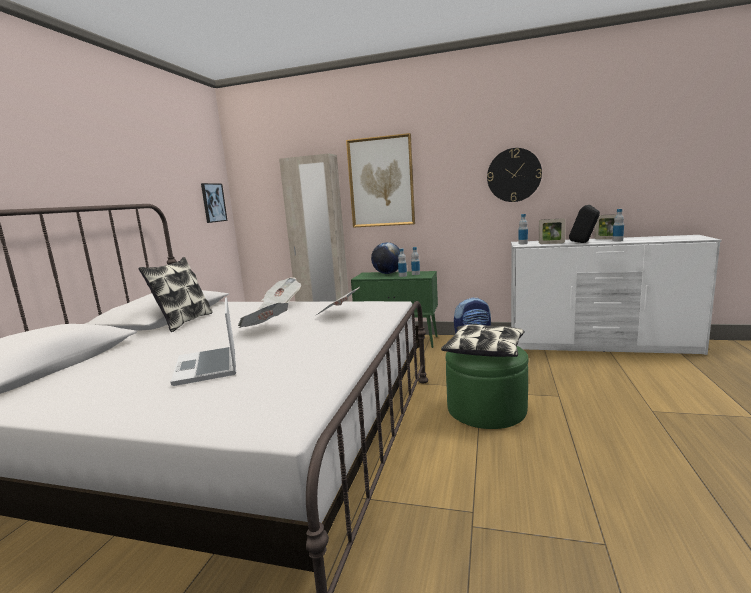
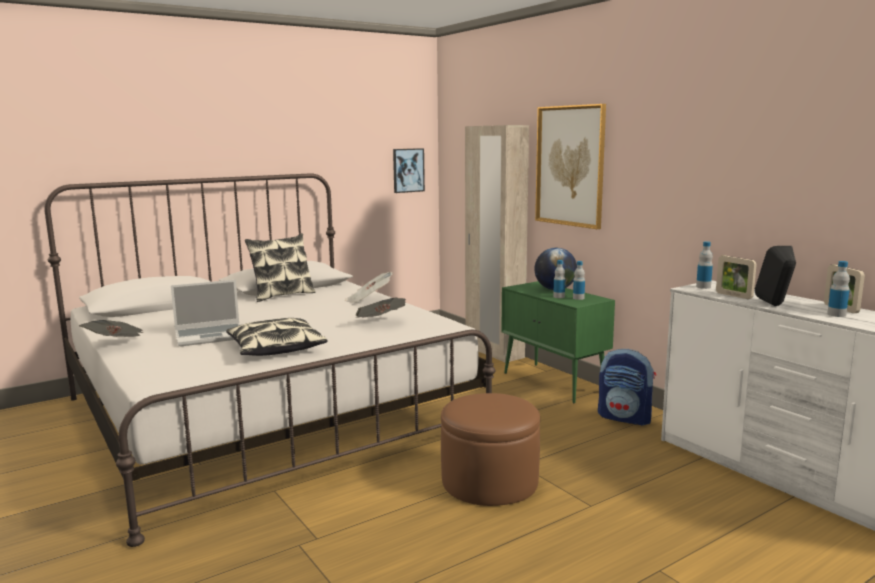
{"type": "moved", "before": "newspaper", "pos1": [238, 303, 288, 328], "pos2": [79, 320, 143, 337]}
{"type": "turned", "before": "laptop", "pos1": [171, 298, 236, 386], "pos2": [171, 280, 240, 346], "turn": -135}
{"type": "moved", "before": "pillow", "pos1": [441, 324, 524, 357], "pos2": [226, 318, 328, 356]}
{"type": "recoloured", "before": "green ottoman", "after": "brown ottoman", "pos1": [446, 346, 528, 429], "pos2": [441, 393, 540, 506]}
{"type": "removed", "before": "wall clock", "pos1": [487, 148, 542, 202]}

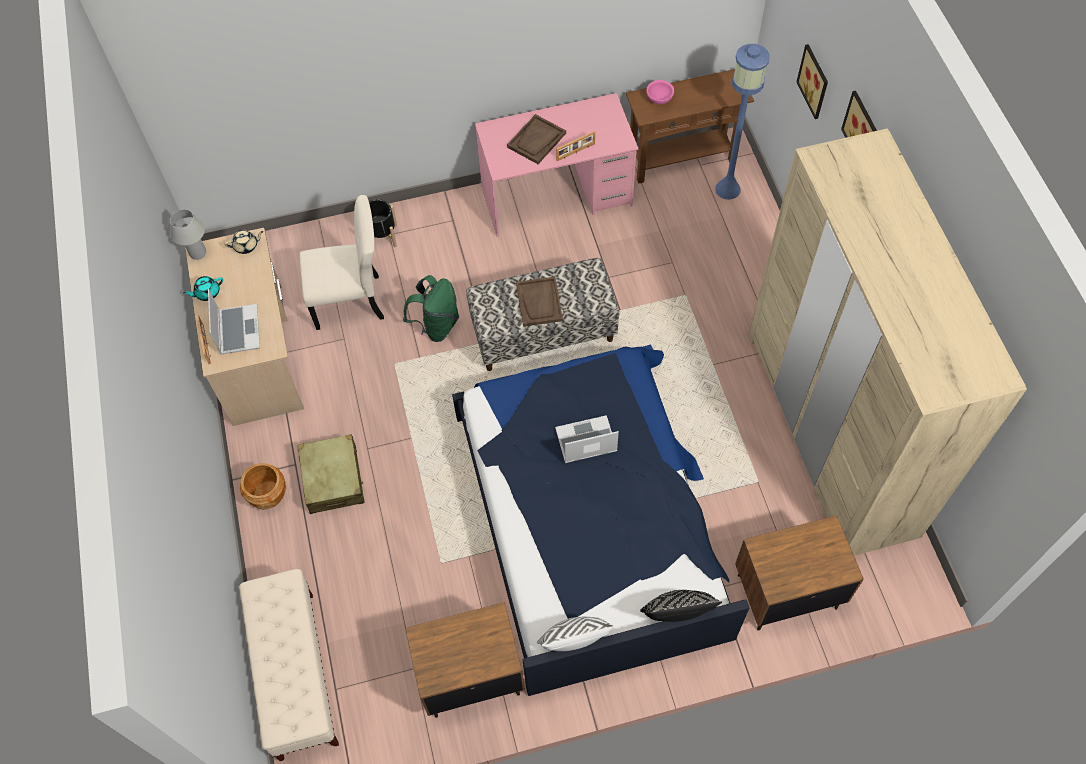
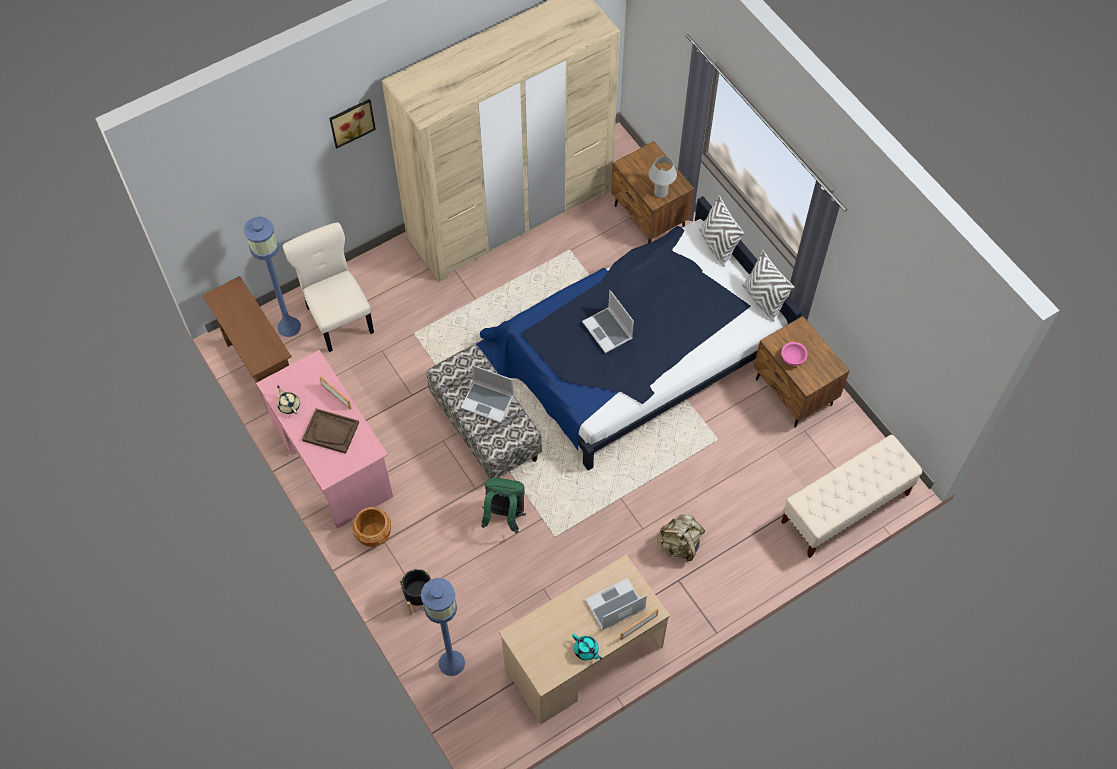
{"type": "moved", "before": "beige teapot", "pos1": [225, 230, 264, 254], "pos2": [277, 385, 300, 414]}
{"type": "moved", "before": "beige chair", "pos1": [300, 195, 384, 330], "pos2": [283, 222, 374, 352]}
{"type": "moved", "before": "brown planter", "pos1": [240, 463, 286, 510], "pos2": [352, 507, 391, 547]}
{"type": "added", "after": "blue floor lamp", "pos2": [421, 578, 465, 676]}
{"type": "replaced", "before": "brown tray", "after": "laptop", "pos1": [516, 277, 563, 327], "pos2": [460, 365, 514, 423]}
{"type": "moved", "before": "white table lamp", "pos1": [170, 209, 206, 260], "pos2": [649, 156, 677, 198]}
{"type": "replaced", "before": "beige suitcase", "after": "beige backpack", "pos1": [297, 434, 365, 514], "pos2": [657, 515, 705, 561]}
{"type": "recoloured", "before": "black pillow", "after": "white pillow", "pos1": [640, 590, 722, 622], "pos2": [699, 195, 744, 267]}
{"type": "moved", "before": "pink bowl", "pos1": [646, 80, 674, 104], "pos2": [781, 342, 807, 366]}
{"type": "removed", "before": "picture", "pos1": [797, 44, 828, 119]}

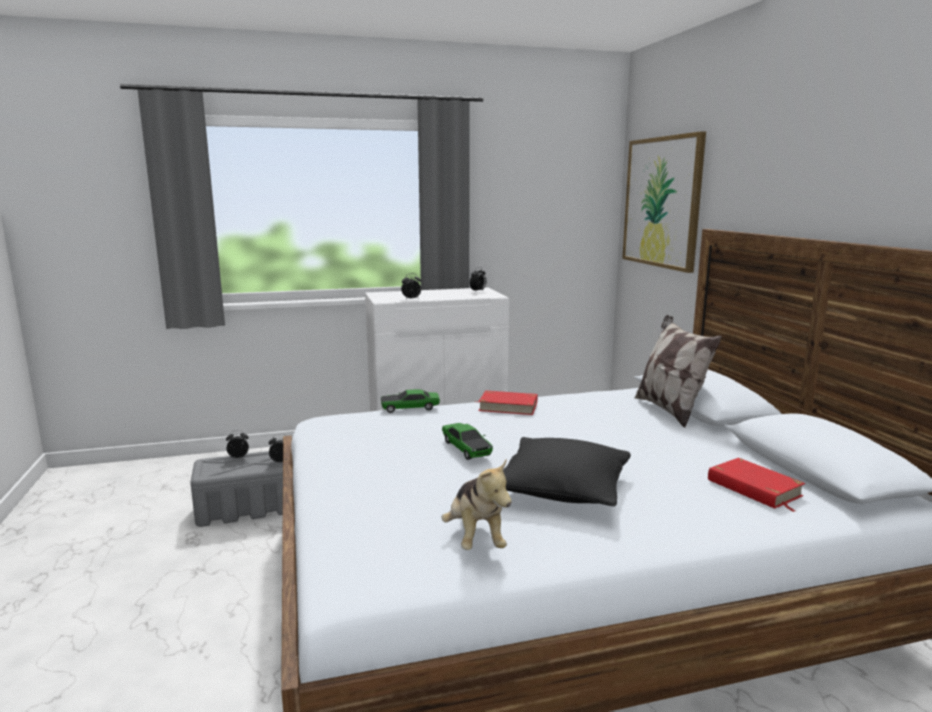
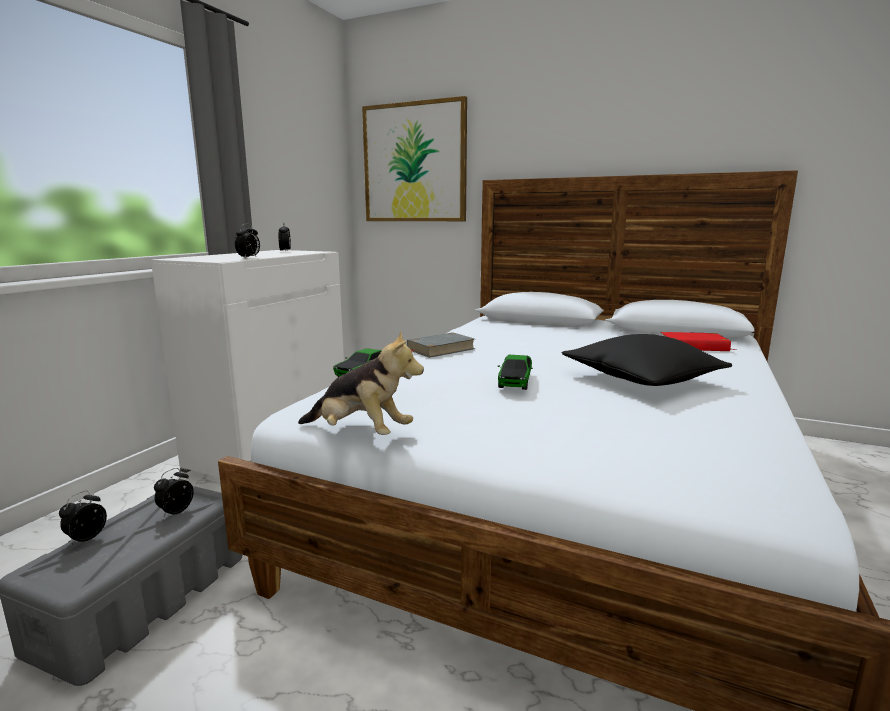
{"type": "moved", "before": "plush toy", "pos1": [441, 459, 512, 550], "pos2": [298, 330, 424, 435]}
{"type": "recoloured", "before": "red book", "after": "grey book", "pos1": [475, 391, 537, 415], "pos2": [407, 332, 475, 358]}
{"type": "turned", "before": "toy car", "pos1": [442, 423, 493, 460], "pos2": [497, 355, 533, 390], "turn": 90}
{"type": "removed", "before": "pillow", "pos1": [635, 315, 722, 428]}

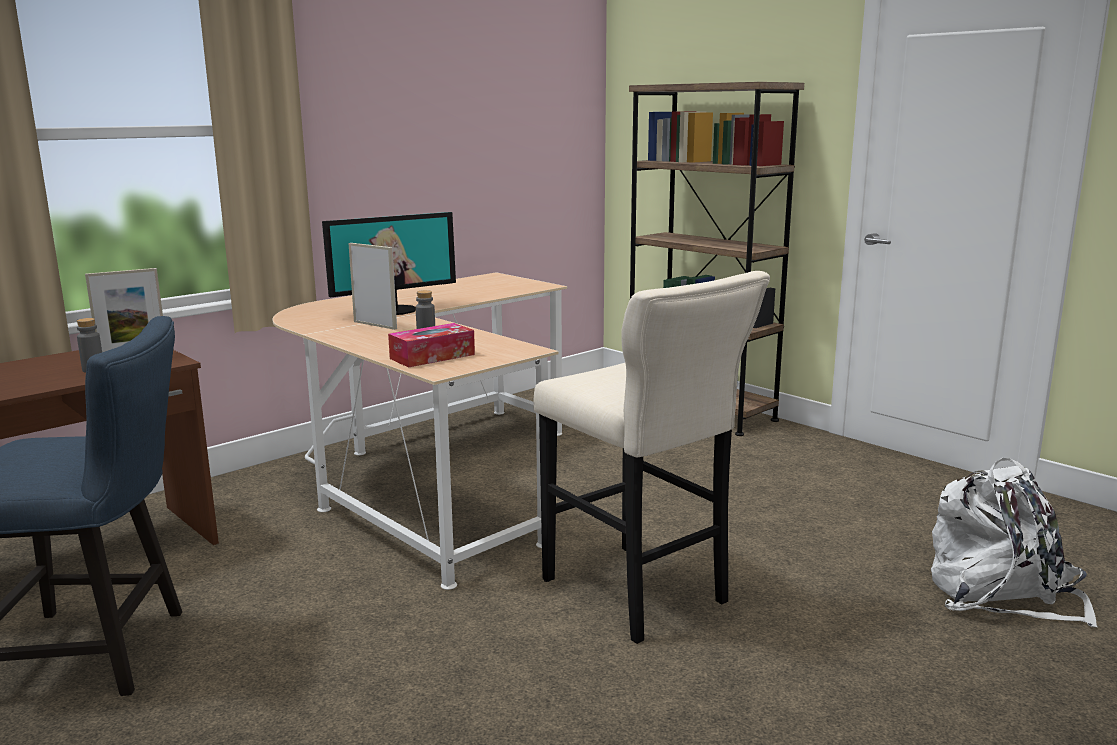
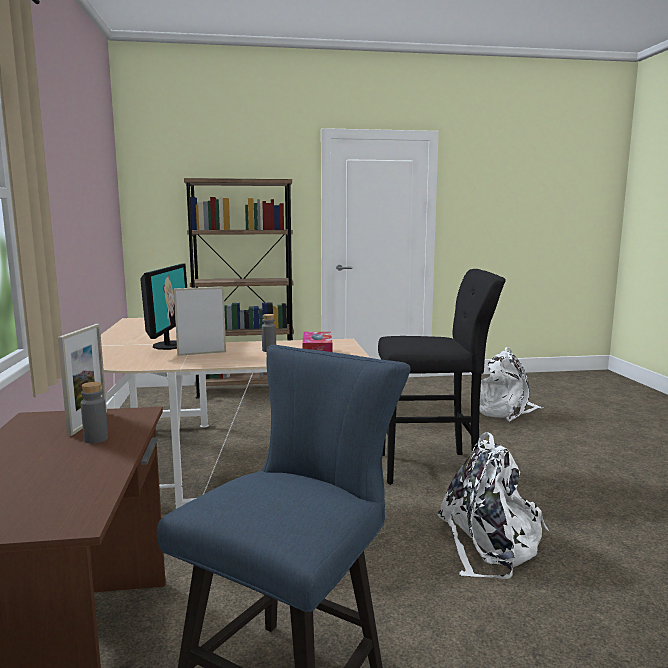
{"type": "recoloured", "before": "beige stool", "after": "black stool", "pos1": [533, 271, 770, 644], "pos2": [378, 269, 506, 485]}
{"type": "added", "after": "white backpack", "pos2": [438, 432, 549, 579]}

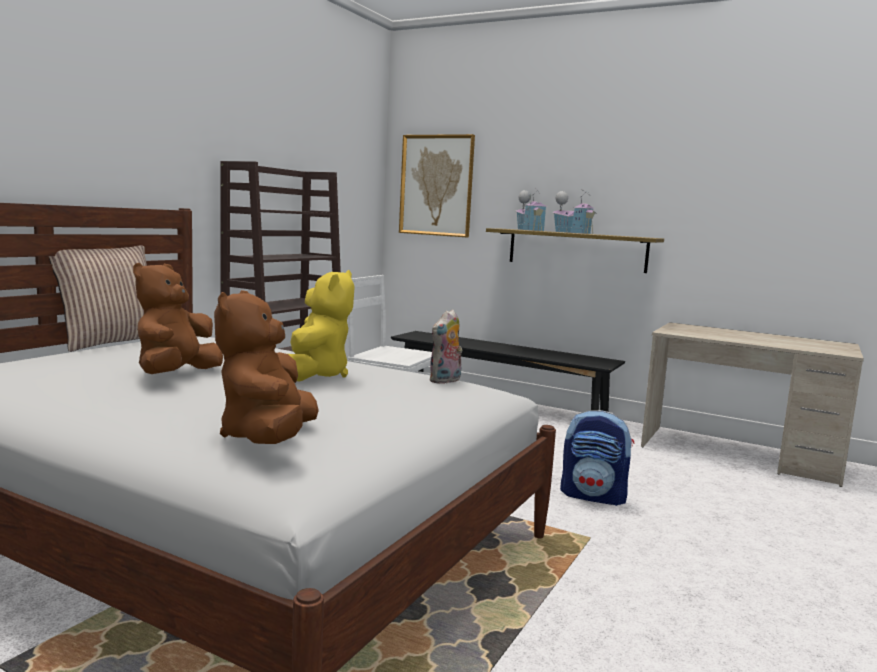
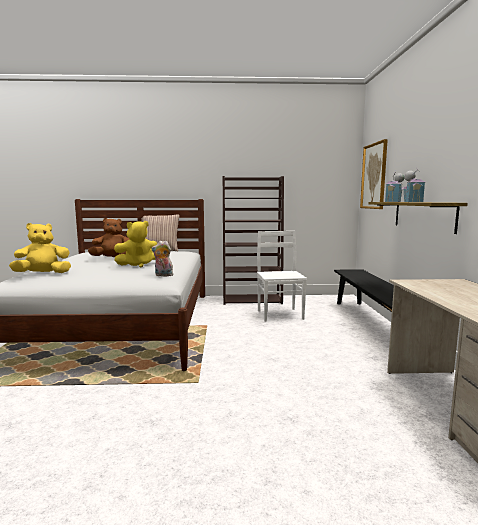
{"type": "recoloured", "before": "brown plush toy", "after": "yellow plush toy", "pos1": [214, 290, 319, 444], "pos2": [9, 223, 71, 273]}
{"type": "removed", "before": "backpack", "pos1": [560, 410, 634, 506]}

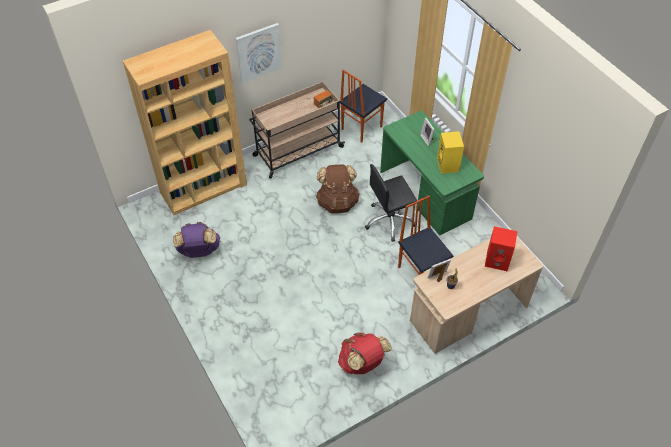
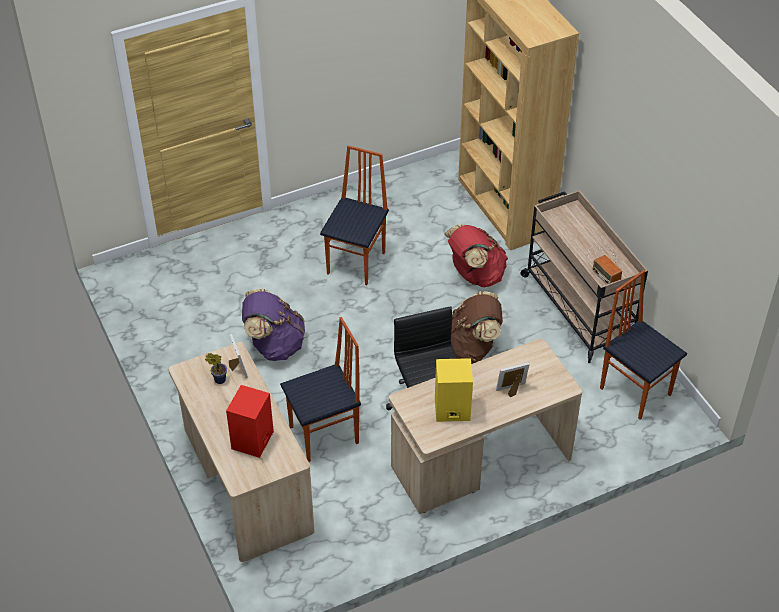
{"type": "moved", "before": "purple backpack", "pos1": [173, 222, 220, 258], "pos2": [242, 289, 305, 361]}
{"type": "added", "after": "chair", "pos2": [320, 145, 389, 285]}
{"type": "recoloured", "before": "green desk", "after": "beige desk", "pos1": [380, 111, 484, 235], "pos2": [389, 338, 582, 514]}
{"type": "moved", "before": "red backpack", "pos1": [338, 332, 392, 374], "pos2": [444, 224, 508, 287]}
{"type": "removed", "before": "picture", "pos1": [235, 23, 282, 83]}

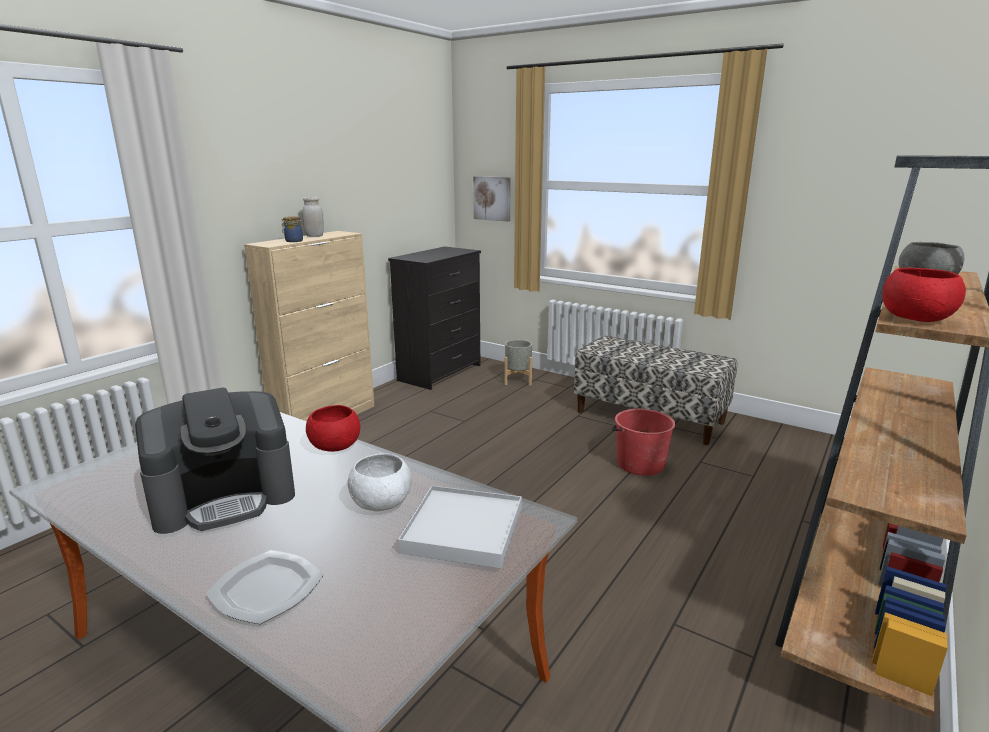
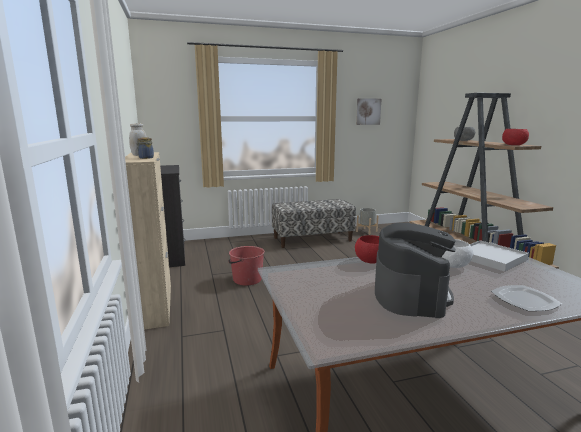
{"type": "moved", "before": "red bucket", "pos1": [612, 409, 675, 476], "pos2": [229, 246, 265, 286]}
{"type": "moved", "before": "picture", "pos1": [473, 176, 511, 222], "pos2": [356, 98, 381, 125]}
{"type": "moved", "before": "grey planter", "pos1": [504, 340, 532, 385], "pos2": [356, 208, 379, 235]}

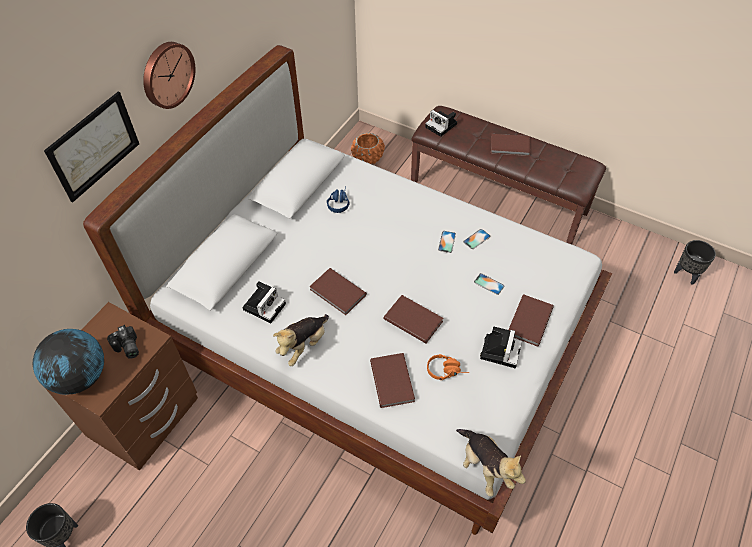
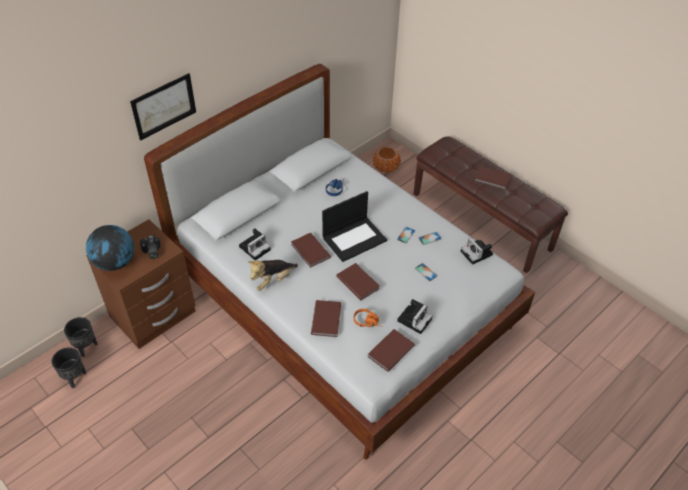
{"type": "moved", "before": "black planter", "pos1": [674, 240, 716, 285], "pos2": [64, 317, 98, 357]}
{"type": "added", "after": "laptop", "pos2": [322, 191, 387, 262]}
{"type": "moved", "before": "brown book", "pos1": [508, 294, 554, 346], "pos2": [368, 329, 415, 372]}
{"type": "moved", "before": "photo camera", "pos1": [425, 110, 457, 137], "pos2": [461, 237, 493, 265]}
{"type": "removed", "before": "wall clock", "pos1": [143, 42, 195, 109]}
{"type": "removed", "before": "plush toy", "pos1": [456, 429, 526, 496]}

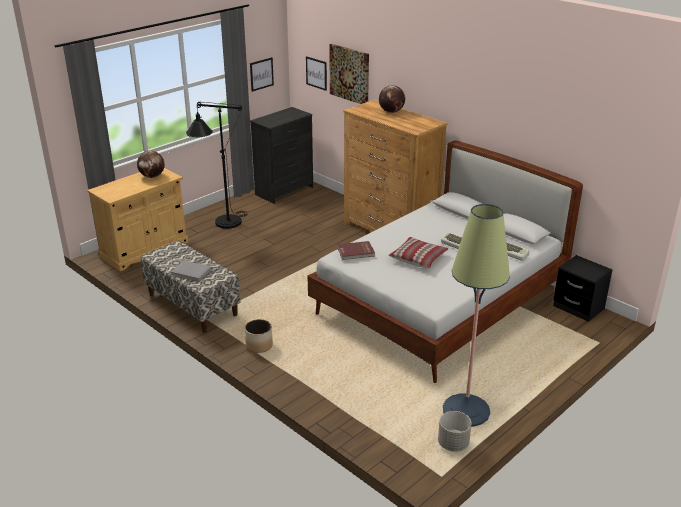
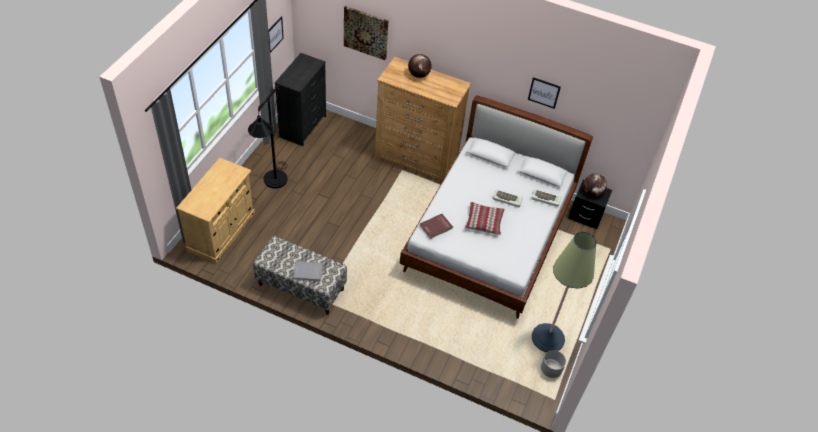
{"type": "moved", "before": "picture", "pos1": [306, 56, 327, 91], "pos2": [528, 77, 561, 109]}
{"type": "moved", "before": "globe", "pos1": [137, 151, 165, 178], "pos2": [584, 174, 607, 196]}
{"type": "removed", "before": "planter", "pos1": [245, 319, 273, 353]}

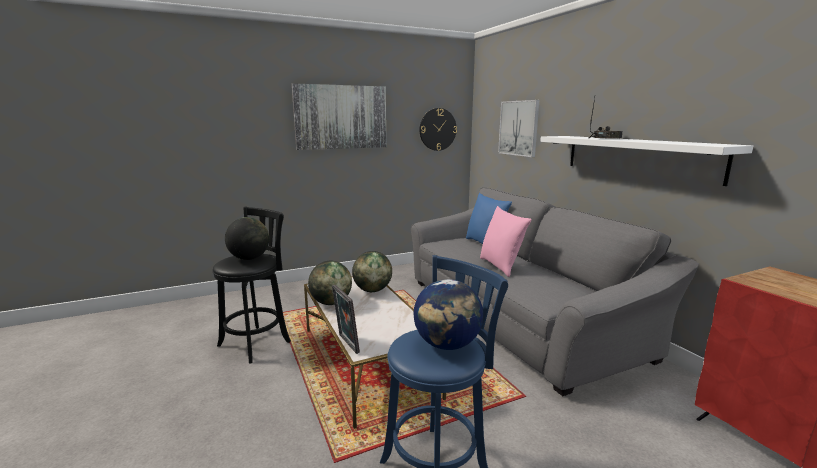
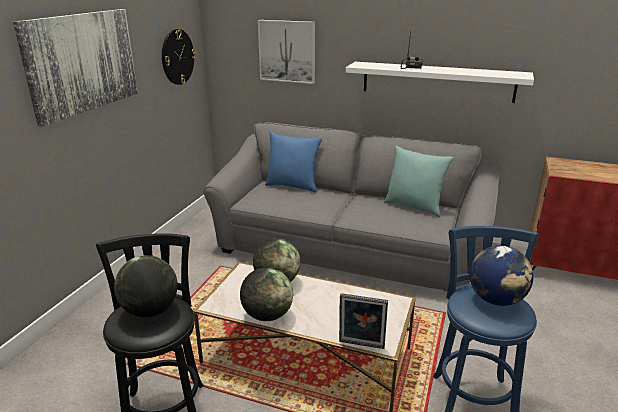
{"type": "added", "after": "turquoise pillow", "pos2": [384, 146, 453, 217]}
{"type": "removed", "before": "pink pillow", "pos1": [480, 206, 531, 277]}

